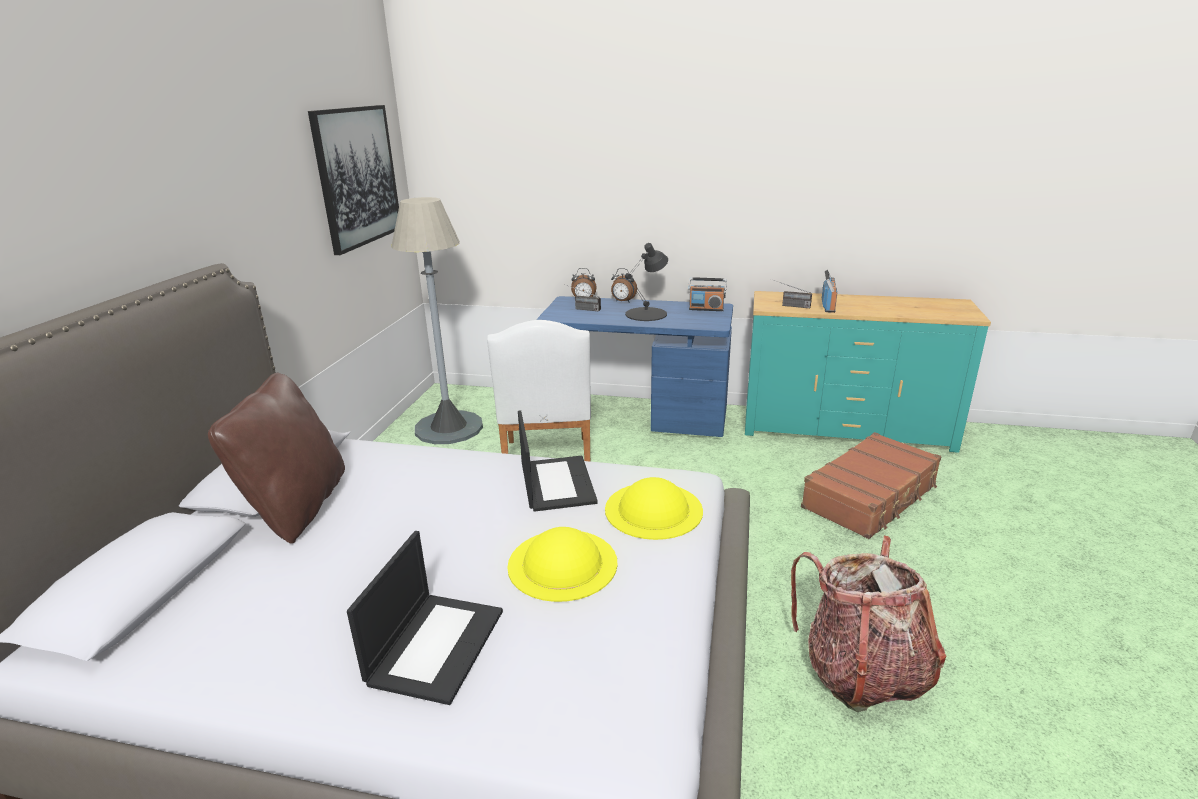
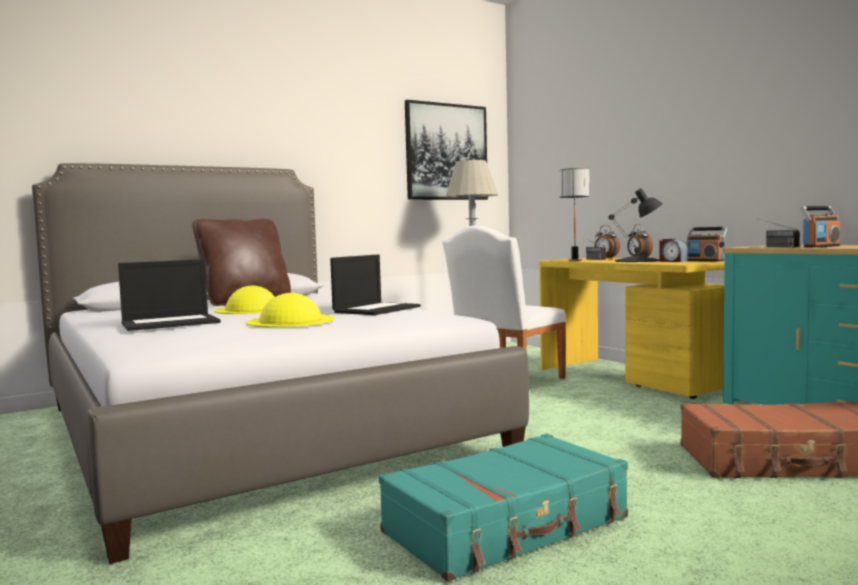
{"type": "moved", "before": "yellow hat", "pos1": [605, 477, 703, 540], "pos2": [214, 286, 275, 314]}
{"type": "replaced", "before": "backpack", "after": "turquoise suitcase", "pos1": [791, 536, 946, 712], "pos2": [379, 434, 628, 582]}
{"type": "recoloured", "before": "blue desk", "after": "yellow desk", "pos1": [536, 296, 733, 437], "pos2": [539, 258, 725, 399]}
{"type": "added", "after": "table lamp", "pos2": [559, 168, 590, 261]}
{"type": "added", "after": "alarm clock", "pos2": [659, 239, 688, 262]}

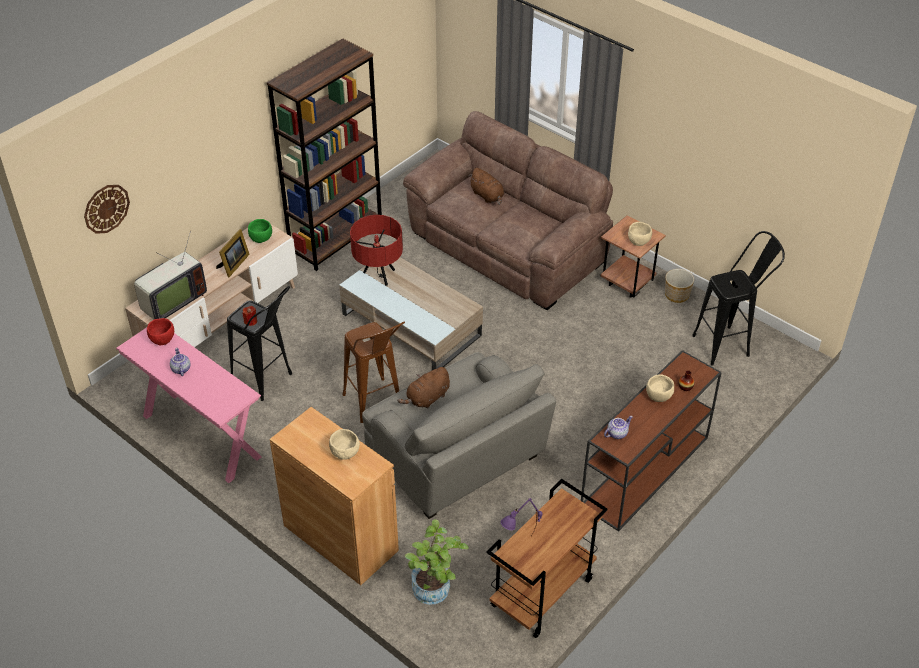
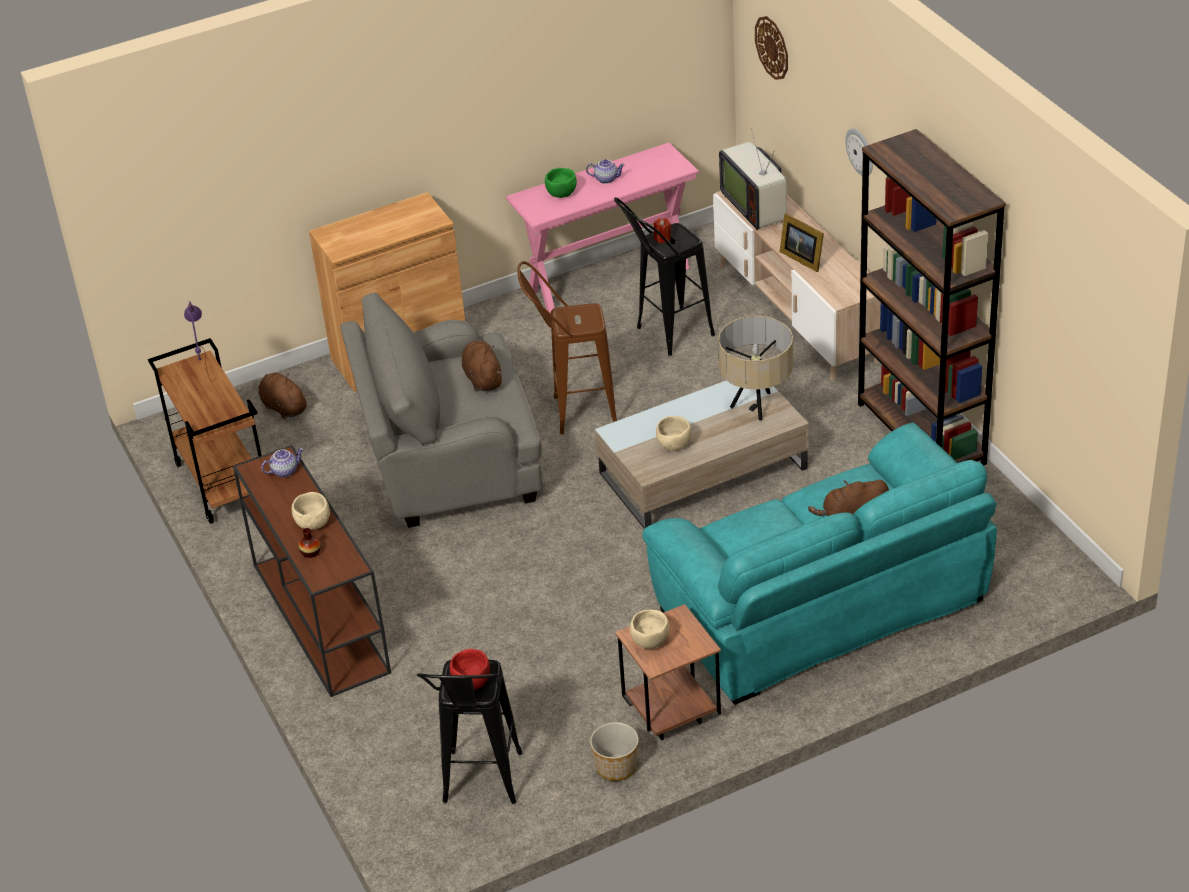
{"type": "replaced", "before": "potted plant", "after": "brown plush toy", "pos1": [404, 519, 469, 605], "pos2": [259, 372, 308, 419]}
{"type": "turned", "before": "teapot", "pos1": [604, 416, 633, 439], "pos2": [261, 448, 303, 477], "turn": -105}
{"type": "moved", "before": "red bowl", "pos1": [147, 318, 174, 345], "pos2": [449, 649, 490, 690]}
{"type": "moved", "before": "green bowl", "pos1": [248, 219, 272, 243], "pos2": [545, 168, 577, 198]}
{"type": "recoloured", "before": "brown sofa", "after": "turquoise sofa", "pos1": [403, 111, 613, 310], "pos2": [642, 423, 997, 705]}
{"type": "moved", "before": "beige bowl", "pos1": [329, 429, 360, 460], "pos2": [656, 416, 691, 451]}
{"type": "recoloured", "before": "red table lamp", "after": "beige table lamp", "pos1": [350, 215, 403, 286], "pos2": [718, 316, 793, 420]}
{"type": "added", "after": "wall clock", "pos2": [845, 129, 873, 175]}

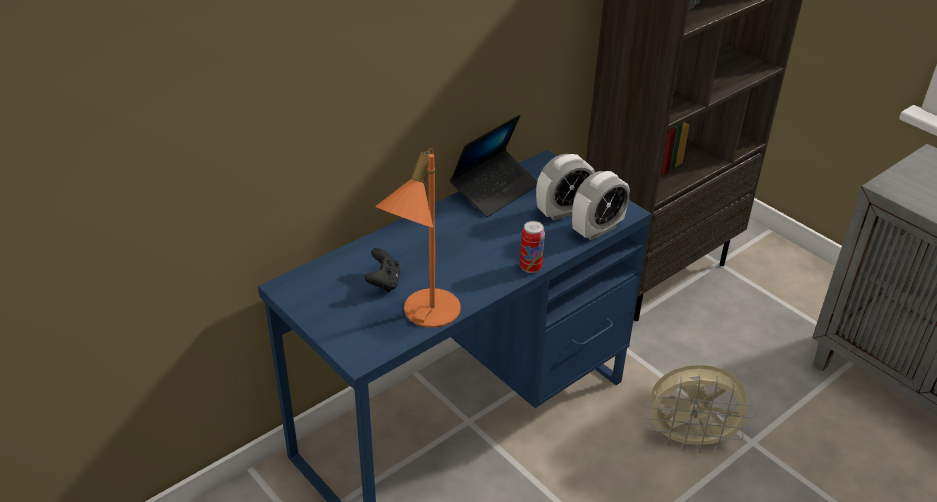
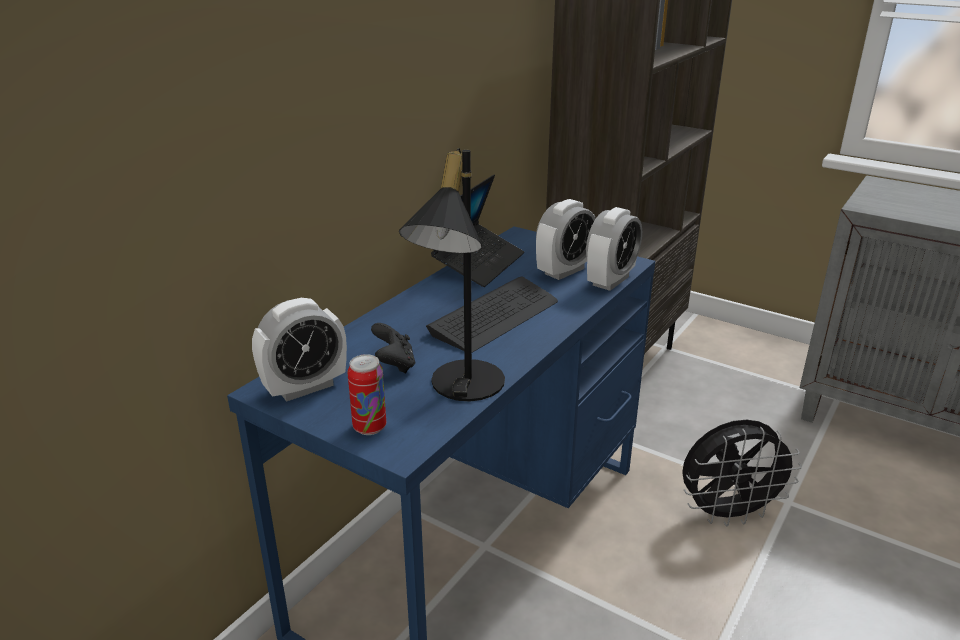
{"type": "added", "after": "alarm clock", "pos2": [252, 298, 347, 402]}
{"type": "moved", "before": "can", "pos1": [520, 221, 545, 273], "pos2": [348, 354, 386, 435]}
{"type": "recoloured", "before": "orange table lamp", "after": "black table lamp", "pos1": [375, 148, 461, 328], "pos2": [399, 148, 505, 401]}
{"type": "added", "after": "keyboard", "pos2": [426, 276, 558, 353]}
{"type": "recoloured", "before": "beige fan", "after": "black fan", "pos1": [644, 365, 756, 453], "pos2": [682, 420, 802, 526]}

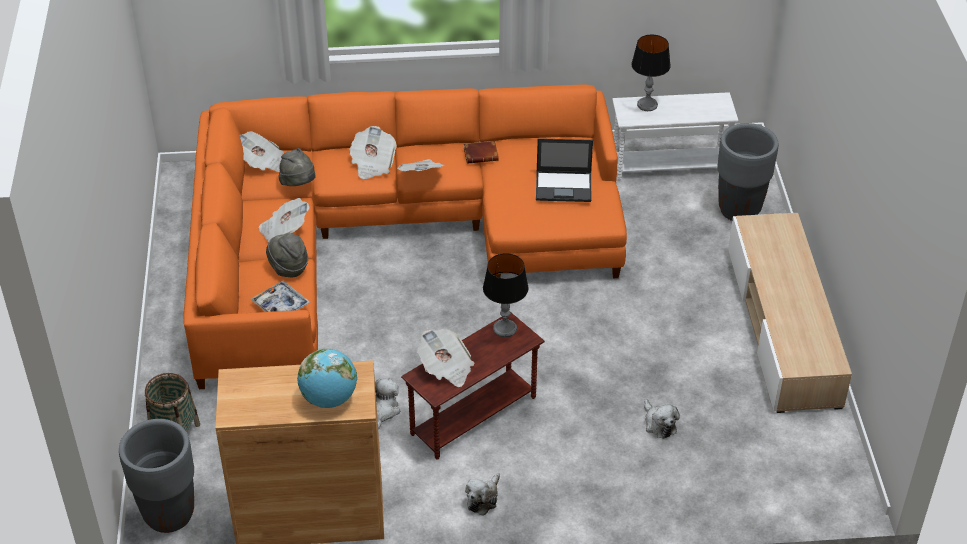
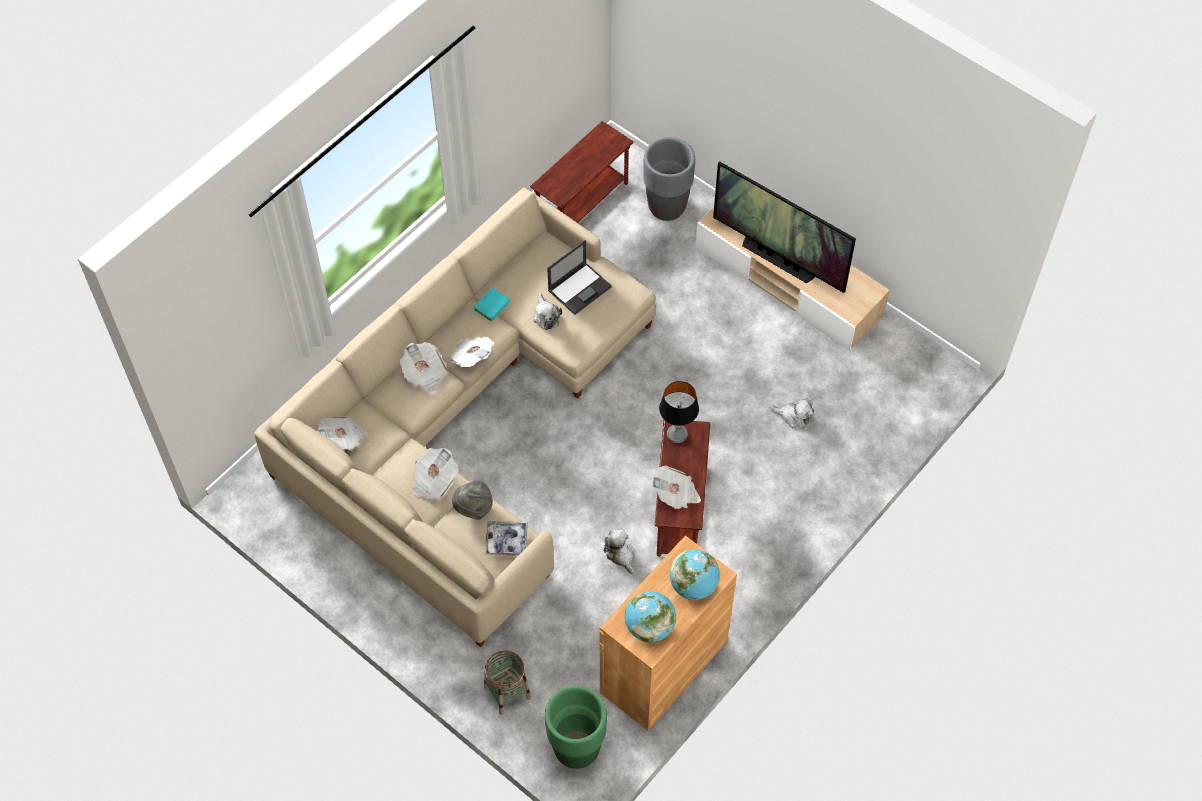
{"type": "recoloured", "before": "orange sofa", "after": "beige sofa", "pos1": [184, 84, 627, 389], "pos2": [254, 188, 656, 647]}
{"type": "recoloured", "before": "brown book", "after": "turquoise book", "pos1": [464, 141, 499, 164], "pos2": [474, 288, 510, 321]}
{"type": "recoloured", "before": "white side table", "after": "brown side table", "pos1": [612, 92, 738, 180], "pos2": [530, 121, 634, 223]}
{"type": "moved", "before": "plush toy", "pos1": [465, 473, 500, 516], "pos2": [533, 293, 562, 330]}
{"type": "recoloured", "before": "grey planter", "after": "green planter", "pos1": [119, 419, 194, 533], "pos2": [545, 685, 607, 769]}
{"type": "added", "after": "globe", "pos2": [625, 591, 676, 643]}
{"type": "added", "after": "television", "pos2": [713, 161, 856, 293]}
{"type": "removed", "before": "grey hat", "pos1": [279, 148, 316, 186]}
{"type": "removed", "before": "table lamp", "pos1": [631, 35, 671, 111]}

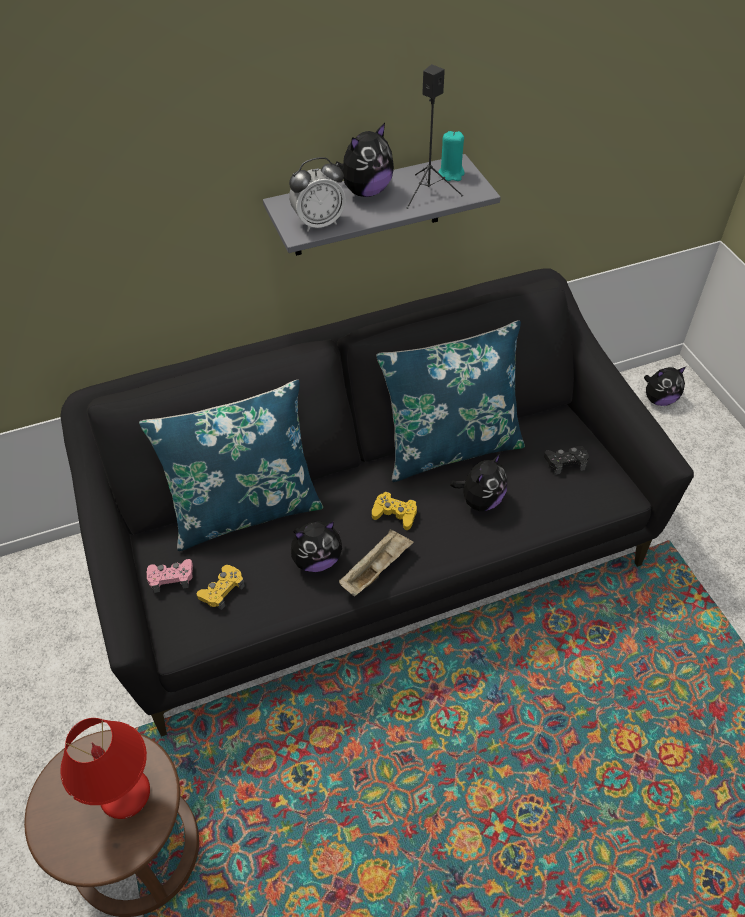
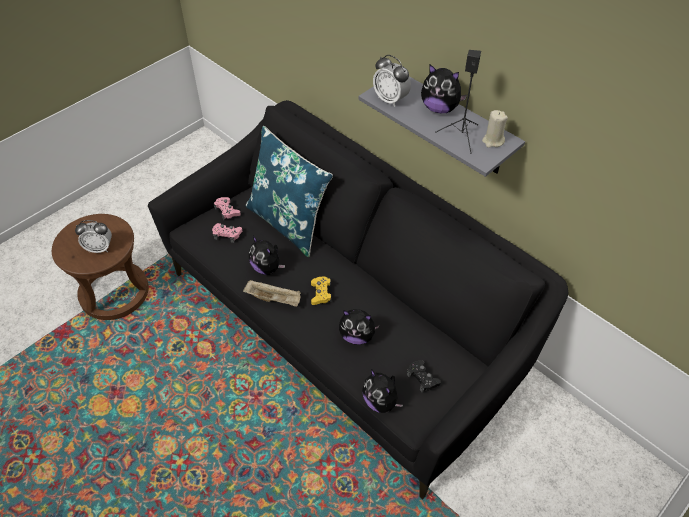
{"type": "replaced", "before": "red table lamp", "after": "alarm clock", "pos1": [60, 718, 150, 819], "pos2": [75, 220, 112, 253]}
{"type": "recoloured", "before": "yellow game controller", "after": "pink game controller", "pos1": [197, 565, 245, 610], "pos2": [212, 223, 242, 243]}
{"type": "moved", "before": "plush toy", "pos1": [644, 367, 686, 406], "pos2": [362, 369, 403, 413]}
{"type": "recoloured", "before": "turquoise candle", "after": "beige candle", "pos1": [438, 131, 465, 181], "pos2": [482, 110, 508, 148]}
{"type": "removed", "before": "blue pillow", "pos1": [376, 320, 525, 482]}

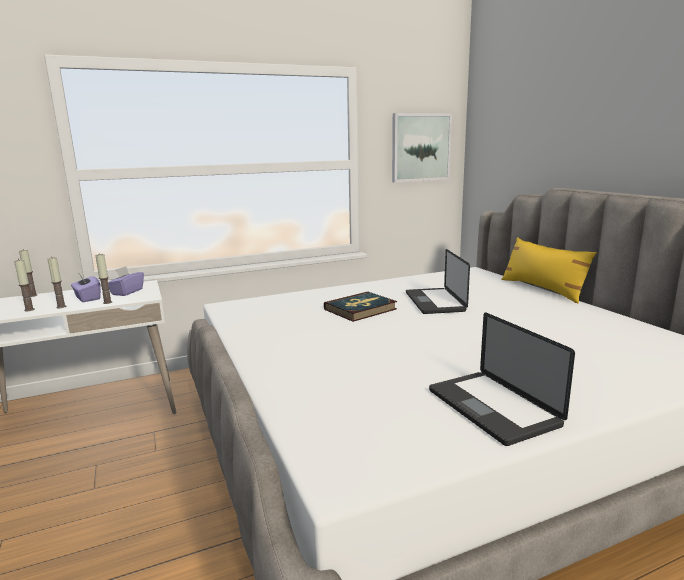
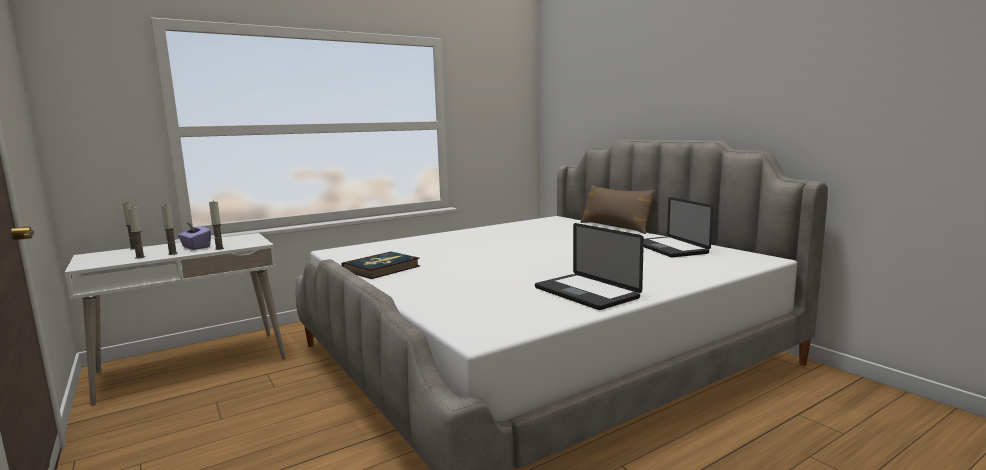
{"type": "moved", "before": "book", "pos1": [324, 292, 397, 322], "pos2": [342, 252, 420, 279]}
{"type": "recoloured", "before": "yellow pillow", "after": "brown pillow", "pos1": [501, 237, 597, 303], "pos2": [580, 185, 657, 234]}
{"type": "moved", "before": "laptop", "pos1": [406, 249, 470, 314], "pos2": [644, 197, 713, 257]}
{"type": "removed", "before": "purple tissue box", "pos1": [108, 266, 144, 296]}
{"type": "removed", "before": "picture", "pos1": [392, 113, 452, 182]}

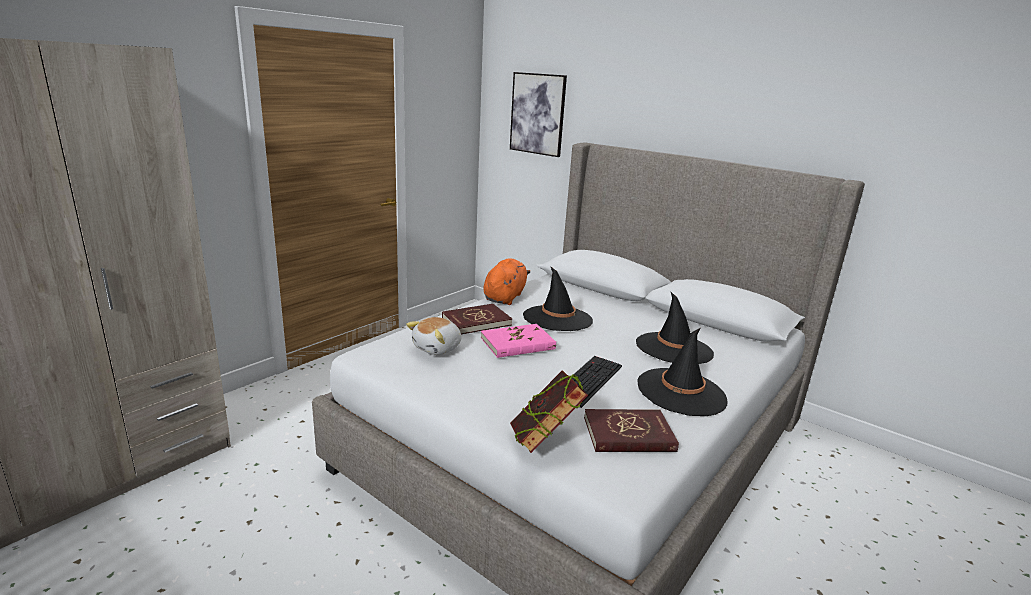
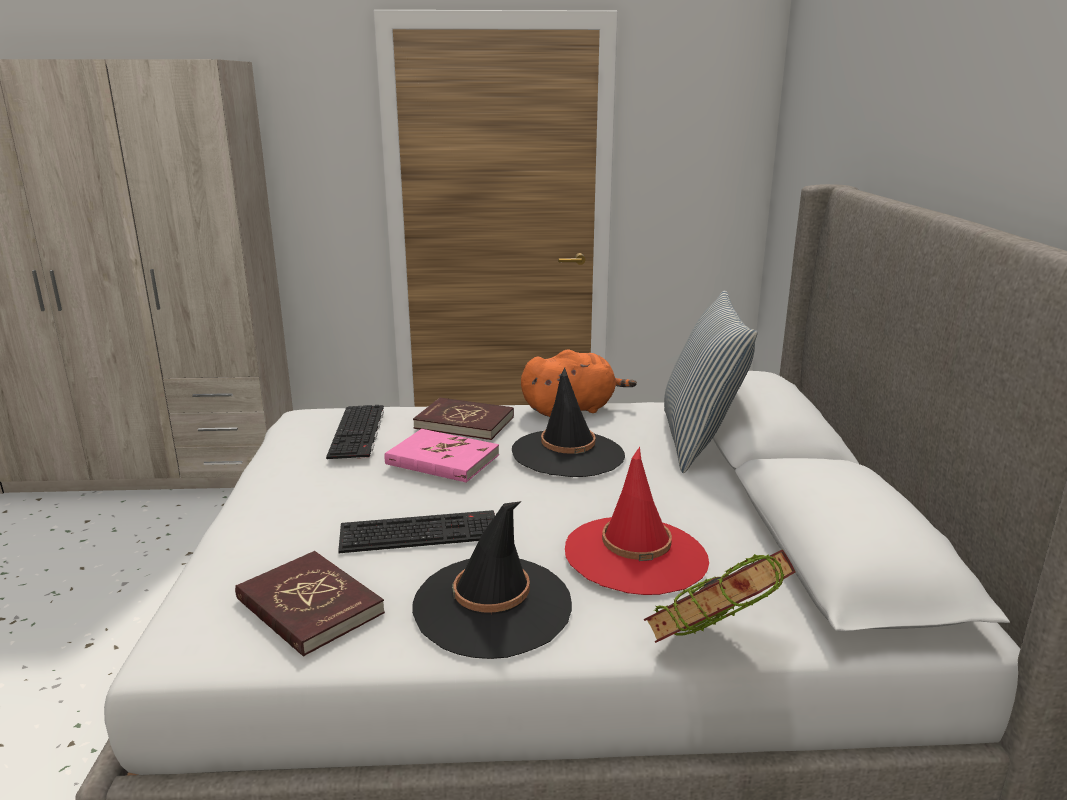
{"type": "replaced", "before": "plush toy", "after": "keyboard", "pos1": [406, 317, 461, 355], "pos2": [326, 405, 384, 459]}
{"type": "recoloured", "before": "black hat", "after": "red hat", "pos1": [636, 292, 714, 364], "pos2": [565, 447, 709, 595]}
{"type": "moved", "before": "book", "pos1": [510, 370, 588, 453], "pos2": [644, 549, 795, 643]}
{"type": "added", "after": "pillow", "pos2": [664, 290, 757, 473]}
{"type": "removed", "before": "picture", "pos1": [510, 72, 567, 157]}

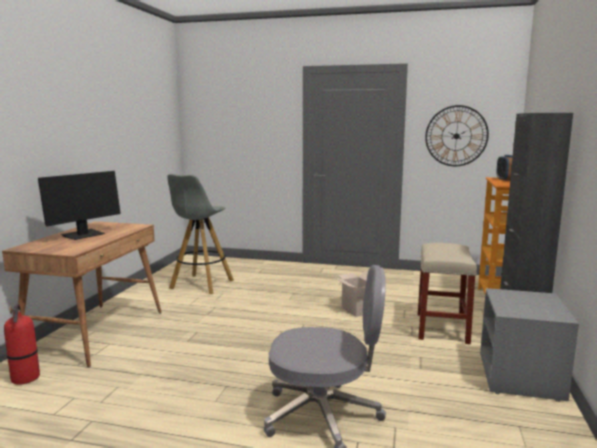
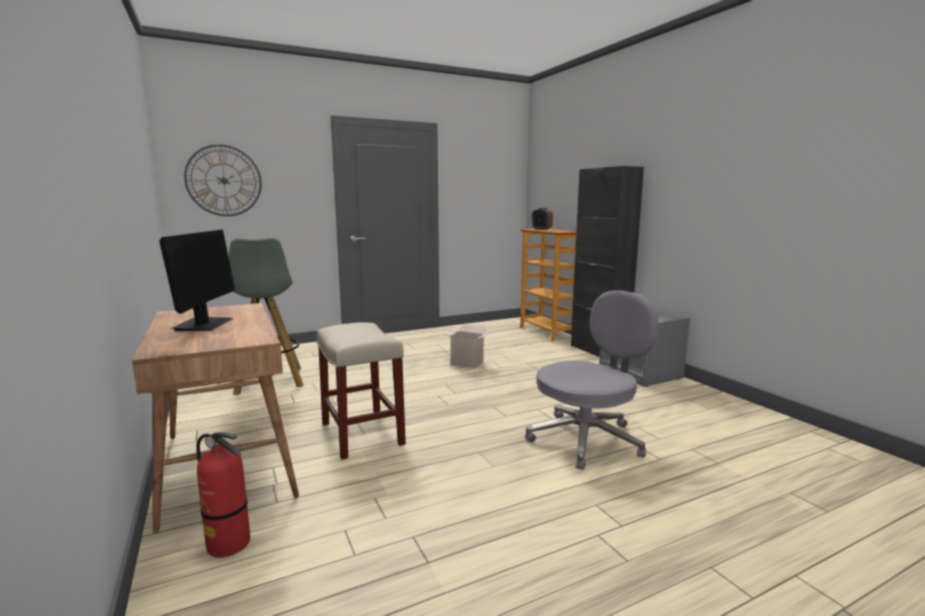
{"type": "moved", "before": "wall clock", "pos1": [425, 105, 489, 166], "pos2": [184, 144, 262, 216]}
{"type": "moved", "before": "beige stool", "pos1": [418, 243, 477, 344], "pos2": [316, 322, 406, 459]}

